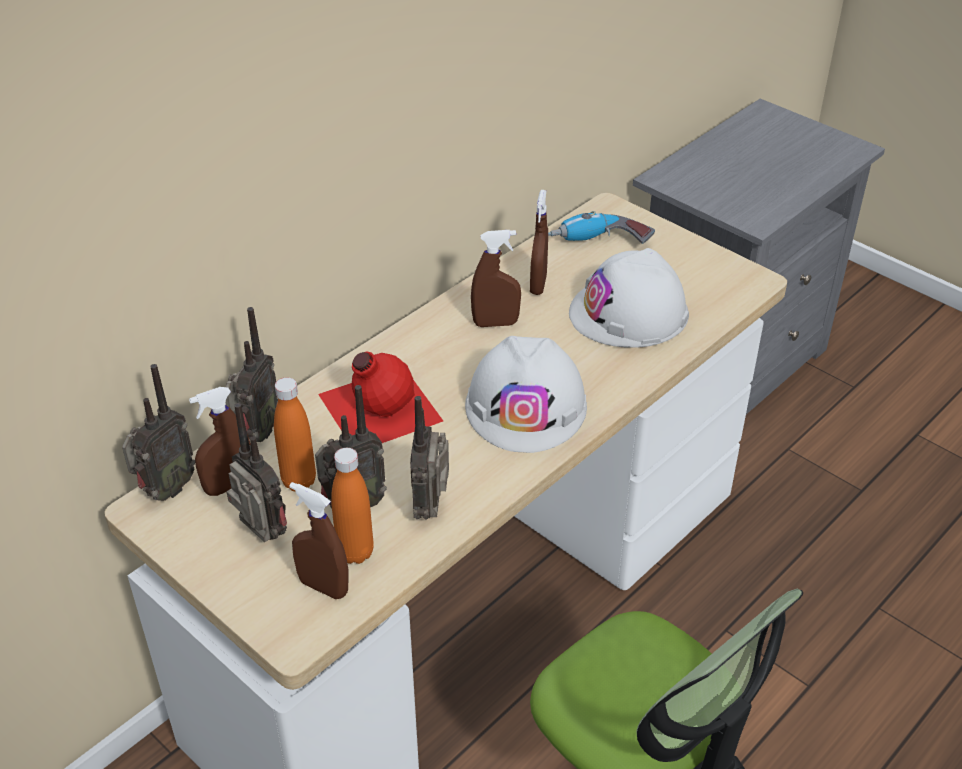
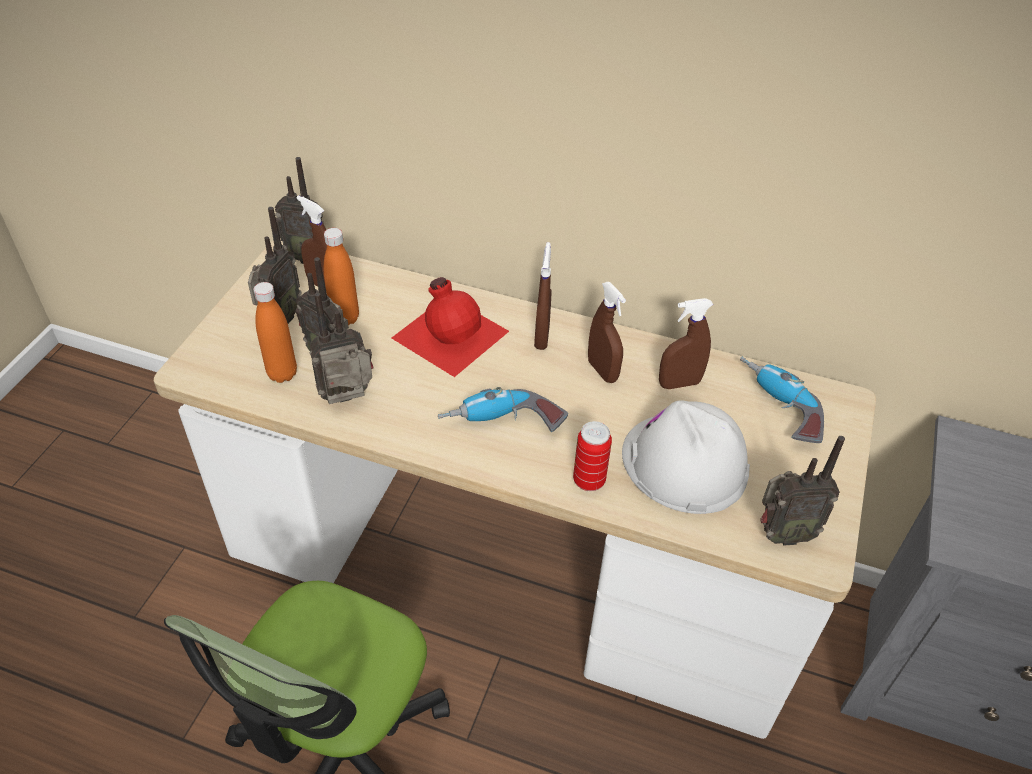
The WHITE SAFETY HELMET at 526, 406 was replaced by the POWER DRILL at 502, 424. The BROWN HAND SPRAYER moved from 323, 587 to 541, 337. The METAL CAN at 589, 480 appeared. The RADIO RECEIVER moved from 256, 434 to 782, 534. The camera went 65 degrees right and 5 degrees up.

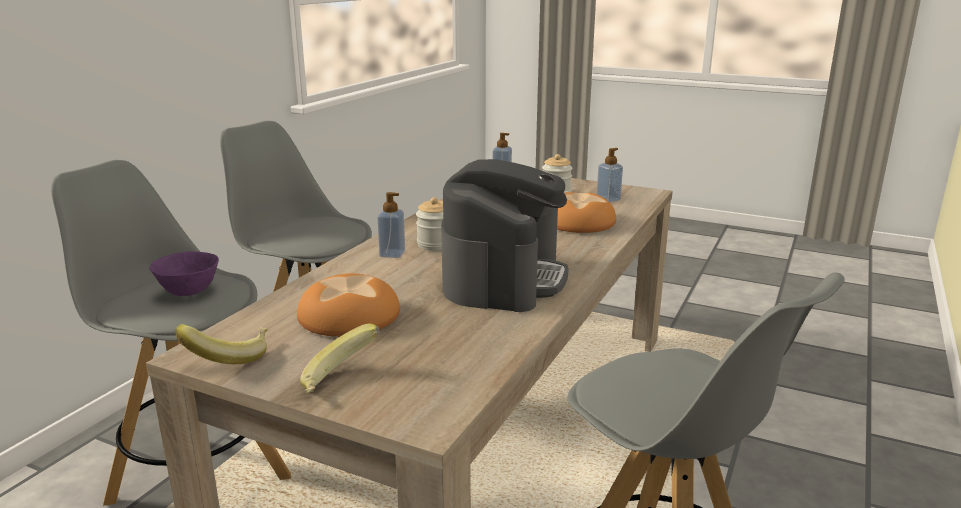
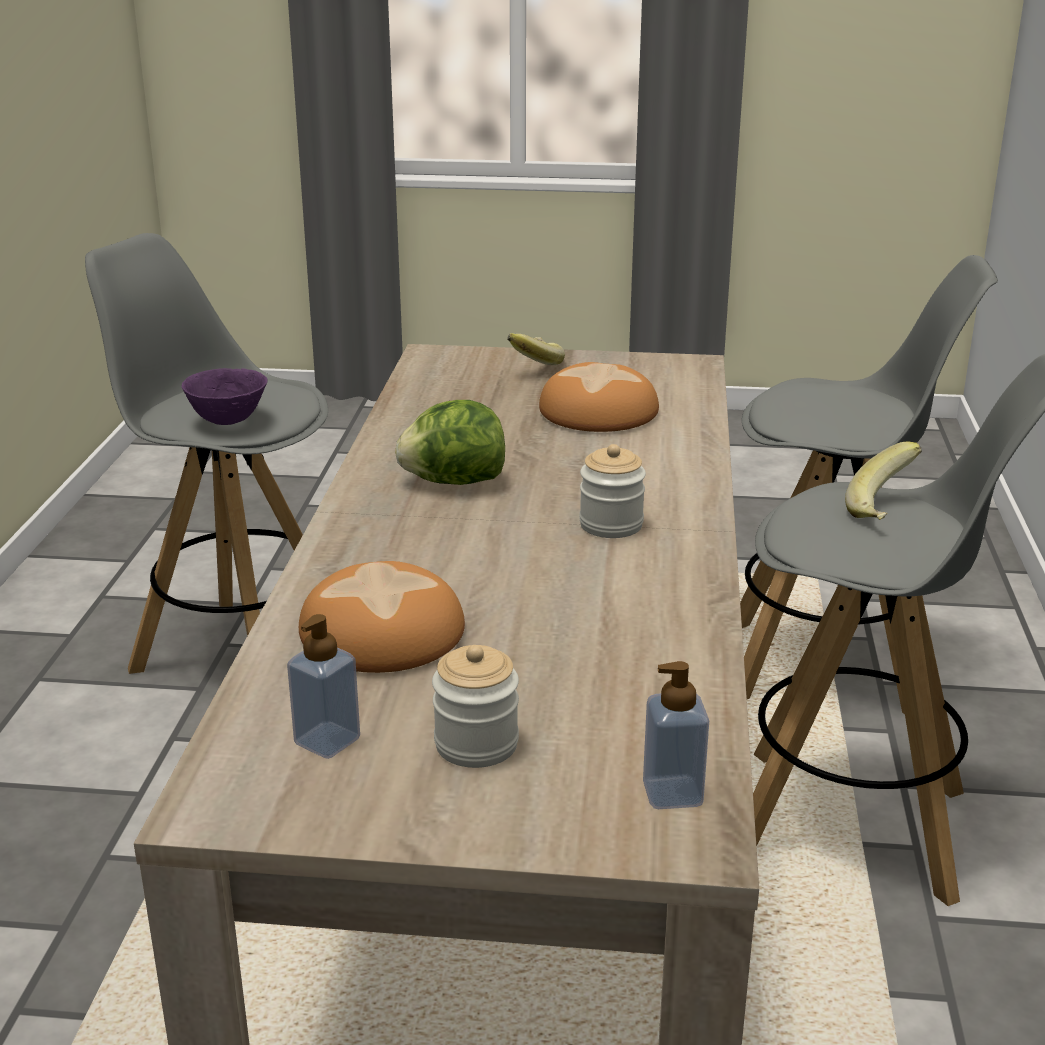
The PURPLISH BOWL moved from 189, 292 to 228, 421. The COFFEE MACHINE at 503, 278 was replaced by the HEAD OF LETTUCE at 454, 482. The BANANA FRUIT moved from 229, 357 to 885, 510. The SOAP DISPENSER at 392, 254 disappeared. The camera went 160 degrees right and 5 degrees up.

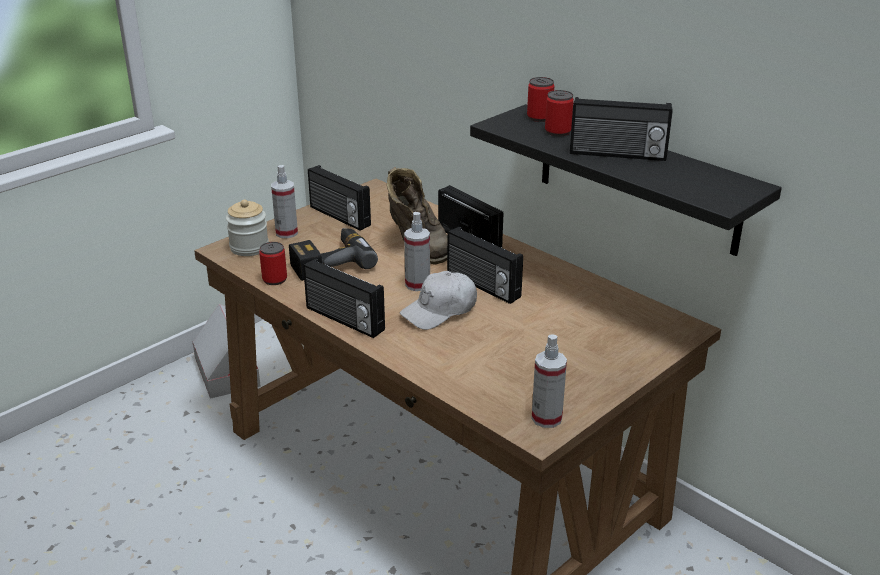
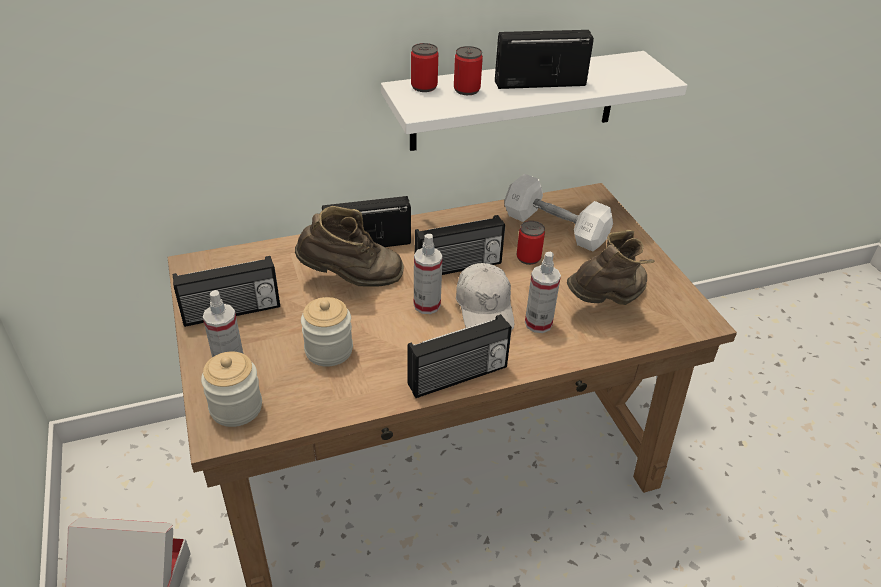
The POWER DRILL at 330, 261 was replaced by the STORAGE JAR at 329, 350. The BLACK WALL SHELF at 637, 179 became the WHITE WALL SHELF at 515, 101. The RADIO RECEIVER at 617, 154 turned 135 degrees counterclockwise. The WHITE DUMBBELL at 555, 228 appeared. The METAL CAN moved from 274, 279 to 528, 257. The HAND SPRAYER moved from 546, 418 to 538, 323. The BROWN BOOT at 607, 302 appeared. The camera went 65 degrees left and 10 degrees up.

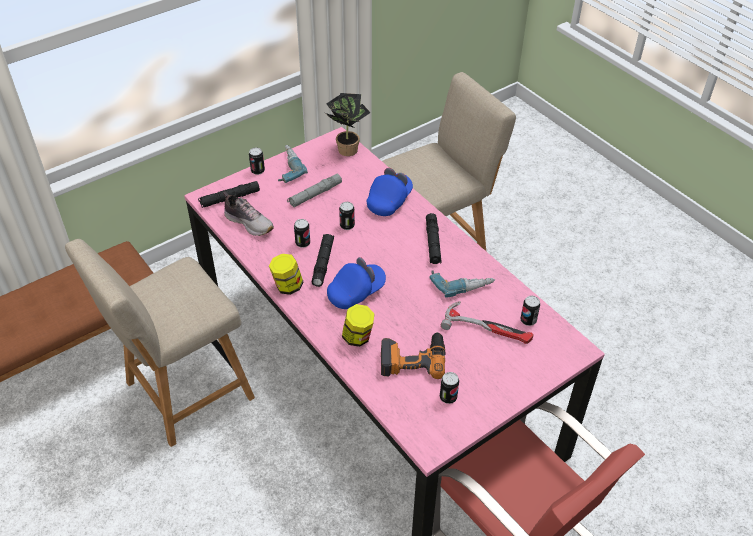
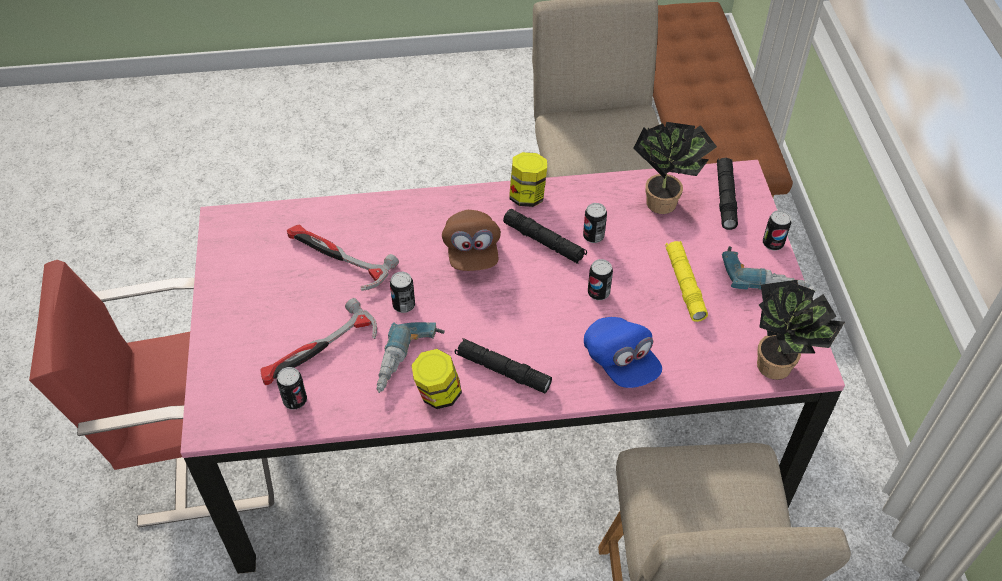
The POWER DRILL at 412, 358 was replaced by the HAMMER at 336, 258. The METAL CAN moved from 448, 397 to 404, 305. The STORAGE JAR moved from 358, 337 to 438, 394. The BLUISH CAP at 356, 292 became the BROWN CAP at 472, 252. The LOW SHOE at 249, 223 was replaced by the POTTED PLANT at 664, 200. The GRAY TORCH at 315, 194 became the YELLOW TORCH at 685, 284. The camera went 120 degrees right and 5 degrees up.

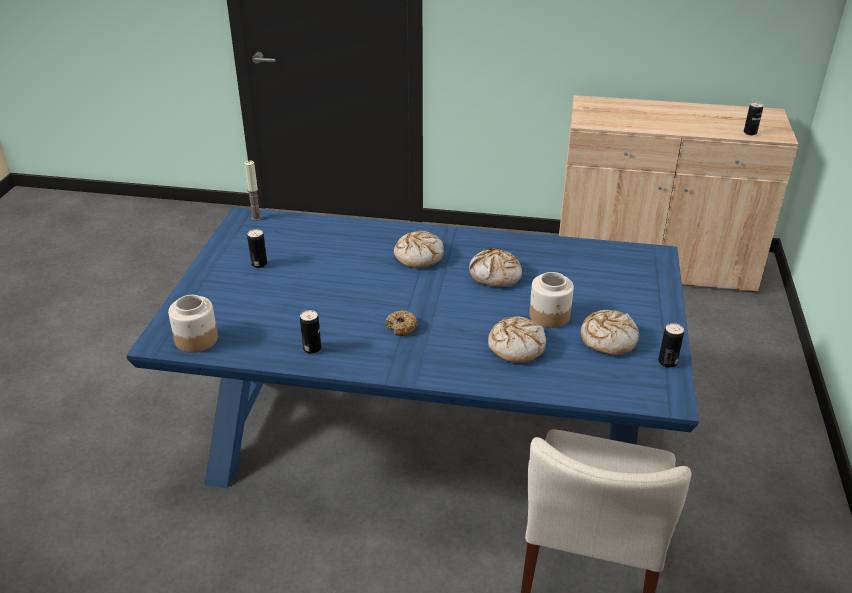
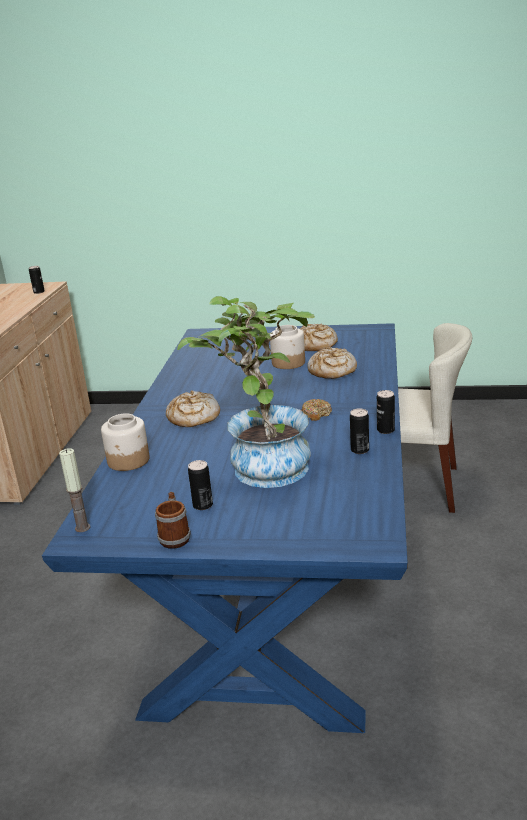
The STORAGE JAR moved from 196, 340 to 128, 461. The COFFEE MUG at 175, 536 appeared. The POTTED PLANT at 262, 464 appeared. The METAL CAN moved from 667, 362 to 385, 430. The BAKED BREAD at 495, 275 disappeared. The camera went 90 degrees left and 10 degrees down.

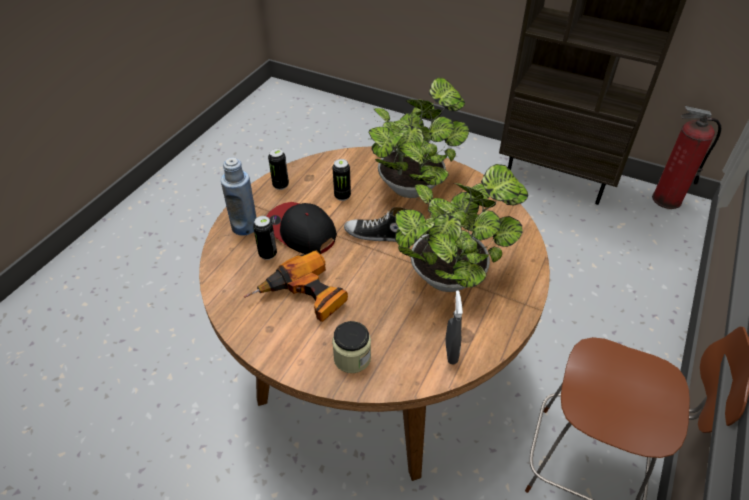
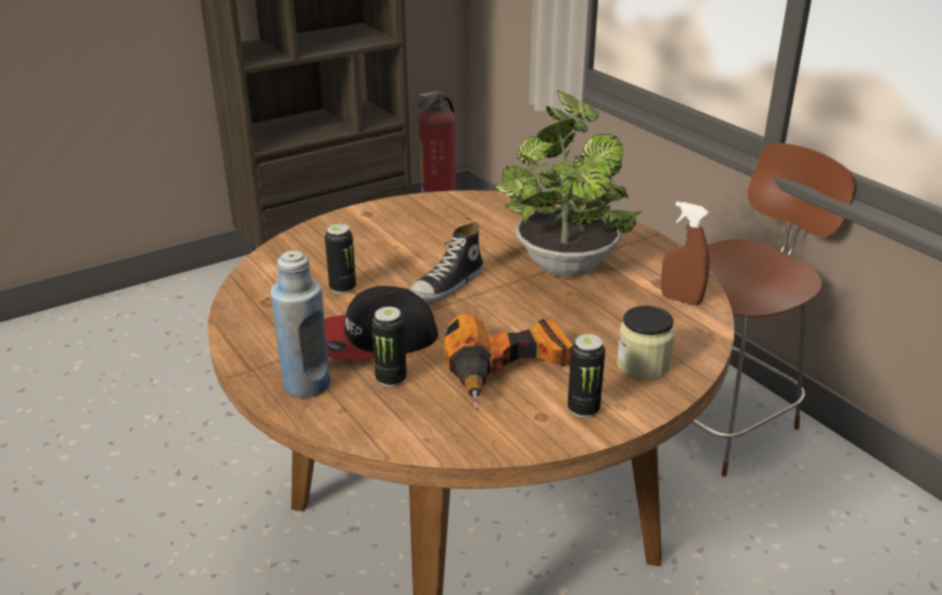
The METAL CAN moved from 280, 185 to 583, 409. The GRAY HAND SPRAYER at 451, 352 became the BROWN HAND SPRAYER at 681, 299. The POTTED PLANT at 413, 184 disappeared. The camera went 60 degrees left and 15 degrees down.

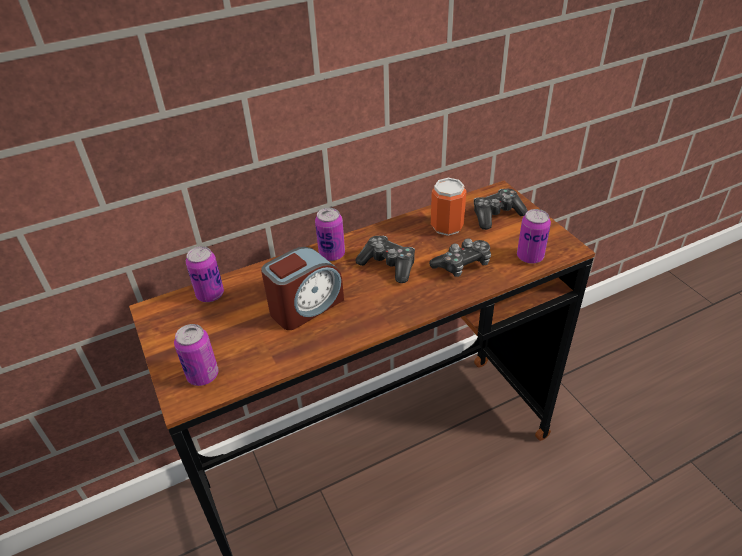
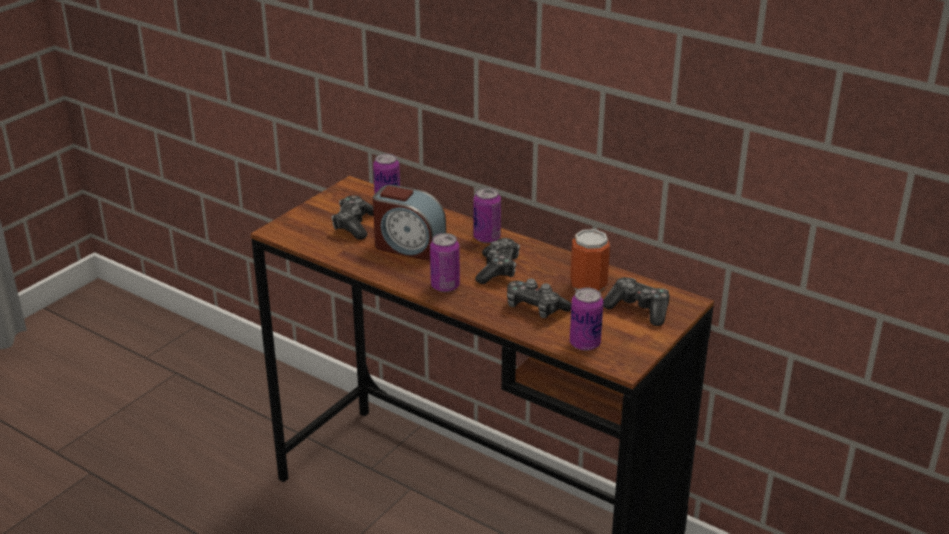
The GAMEPAD at 354, 225 appeared. The METAL CAN moved from 203, 375 to 445, 286. The camera went 60 degrees right and 10 degrees down.

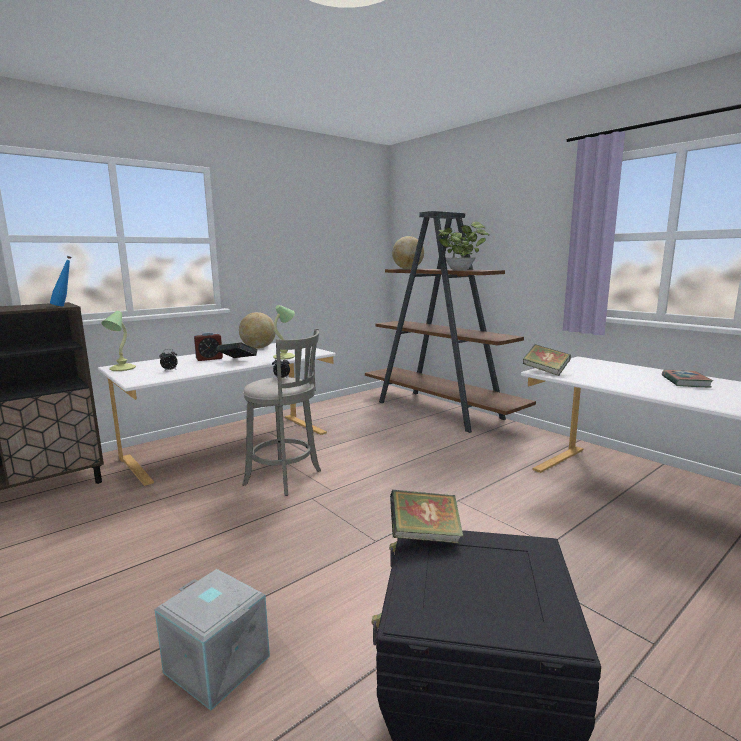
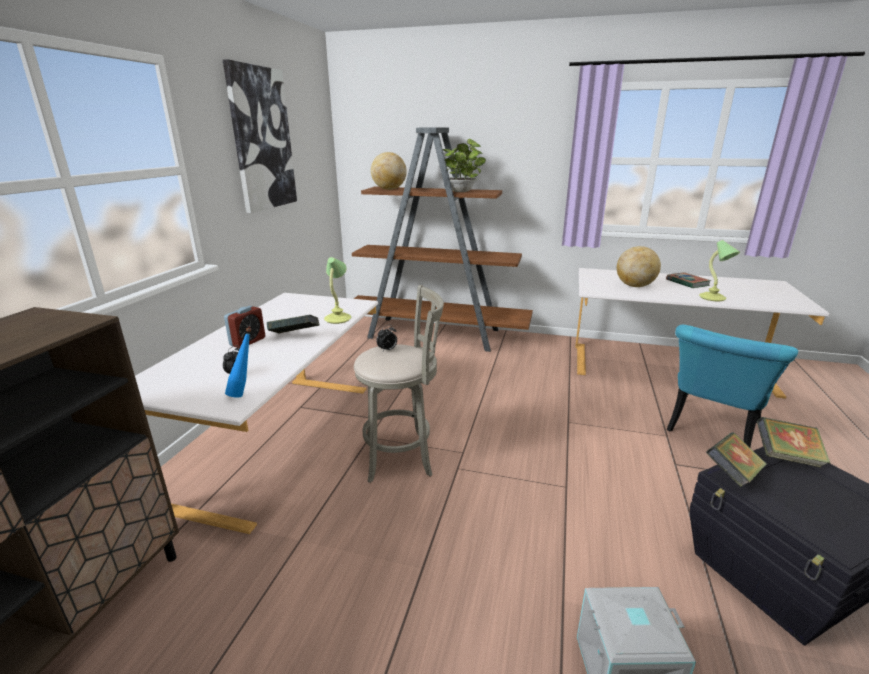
The PICTURE at 262, 139 appeared. The BLUISH BEVERAGE BOTTLE moved from 65, 306 to 244, 393. The GLOBE moved from 258, 348 to 635, 286. The TURQUOISE-COLOURED PLAIN CHAIR at 710, 431 appeared. The TABLE LAMP moved from 121, 369 to 713, 298. The BOUND BOOK moved from 545, 371 to 786, 457. The camera went 35 degrees left and 10 degrees up.

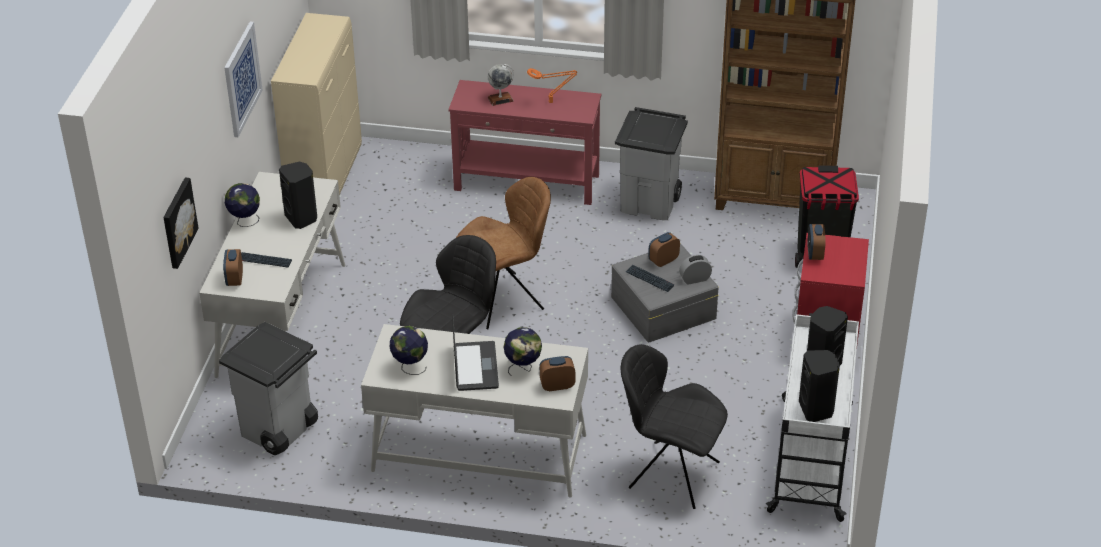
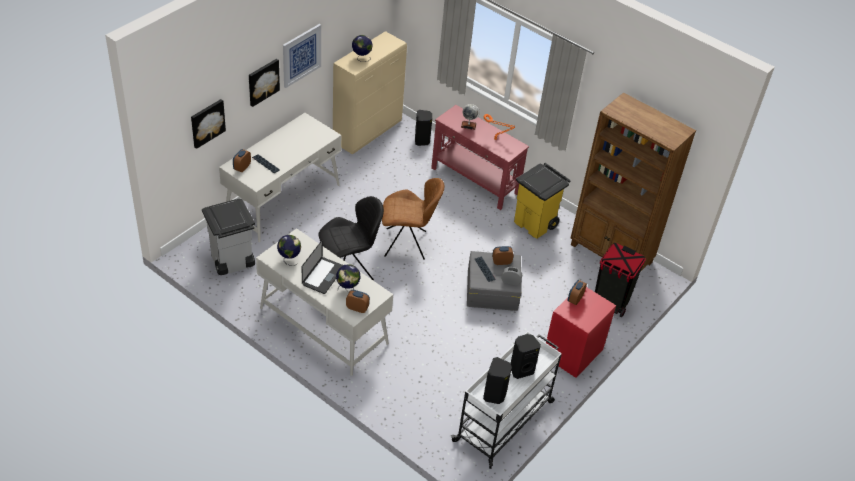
The PICTURE at 263, 81 appeared. The GLOBE moved from 245, 221 to 361, 58. The BLACK LOUDSPEAKER moved from 302, 218 to 422, 140. The GRAY TRASH CAN at 650, 203 became the YELLOW TRASH CAN at 535, 224. The BLACK PLAIN CHAIR at 670, 474 disappeared. The camera went 25 degrees right and 5 degrees up.

